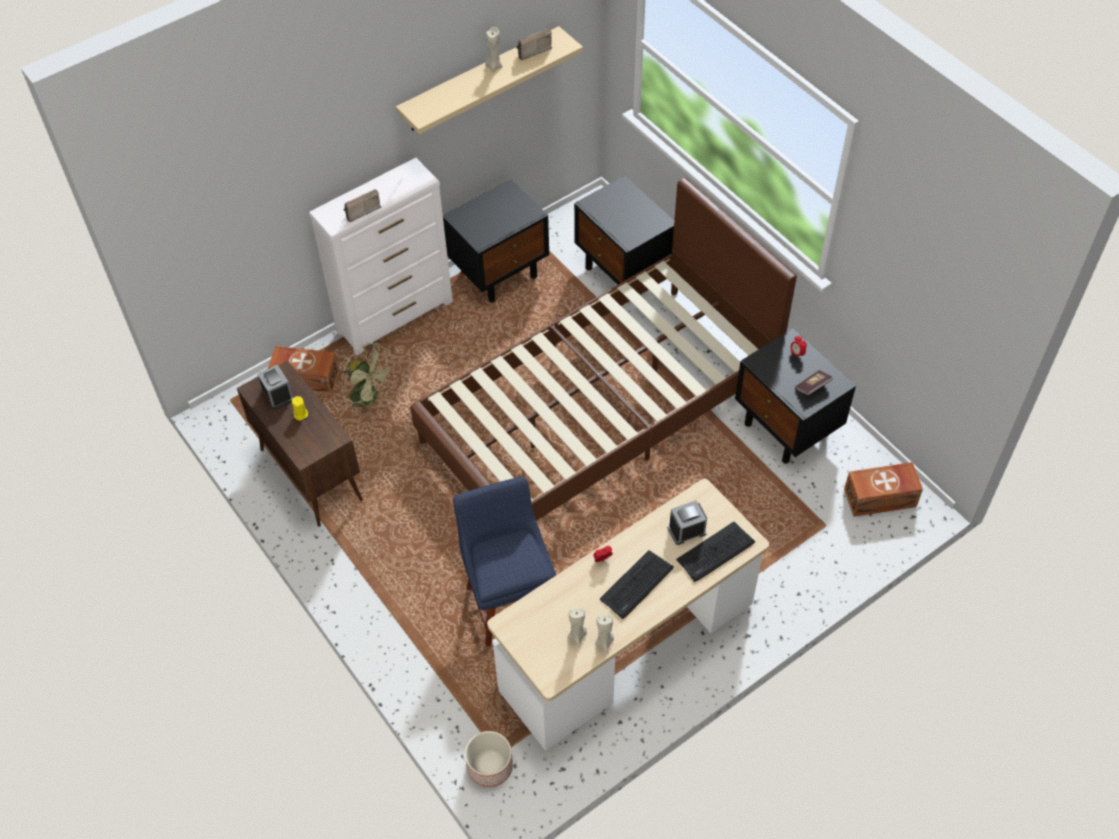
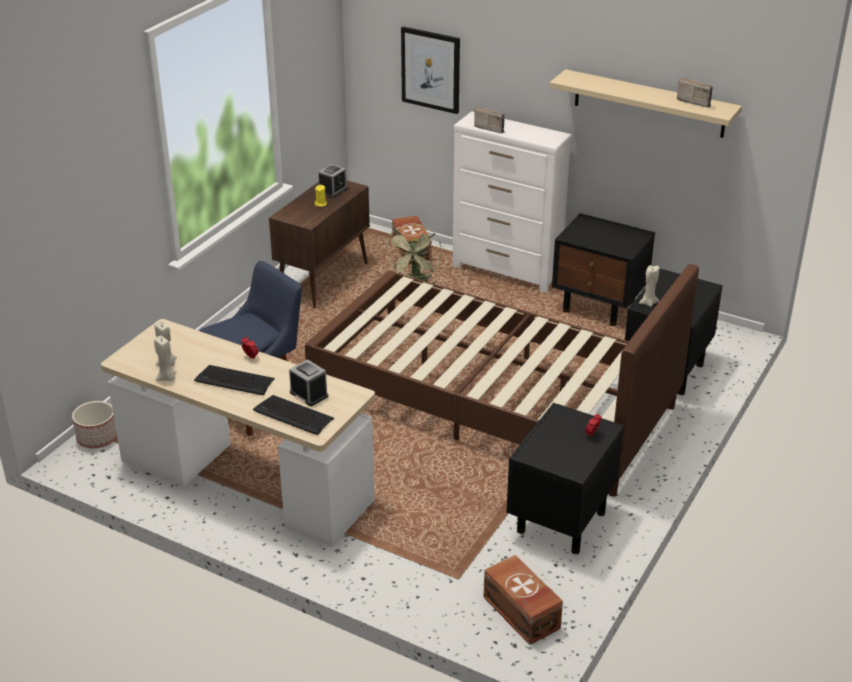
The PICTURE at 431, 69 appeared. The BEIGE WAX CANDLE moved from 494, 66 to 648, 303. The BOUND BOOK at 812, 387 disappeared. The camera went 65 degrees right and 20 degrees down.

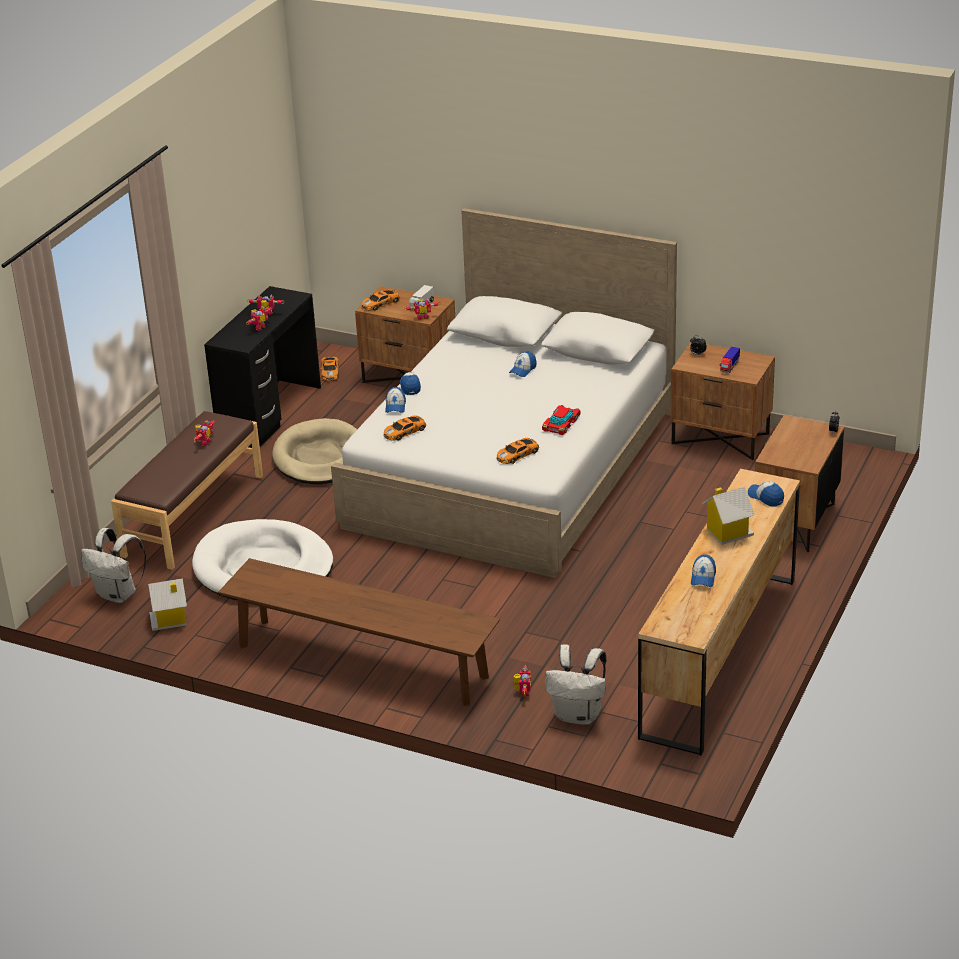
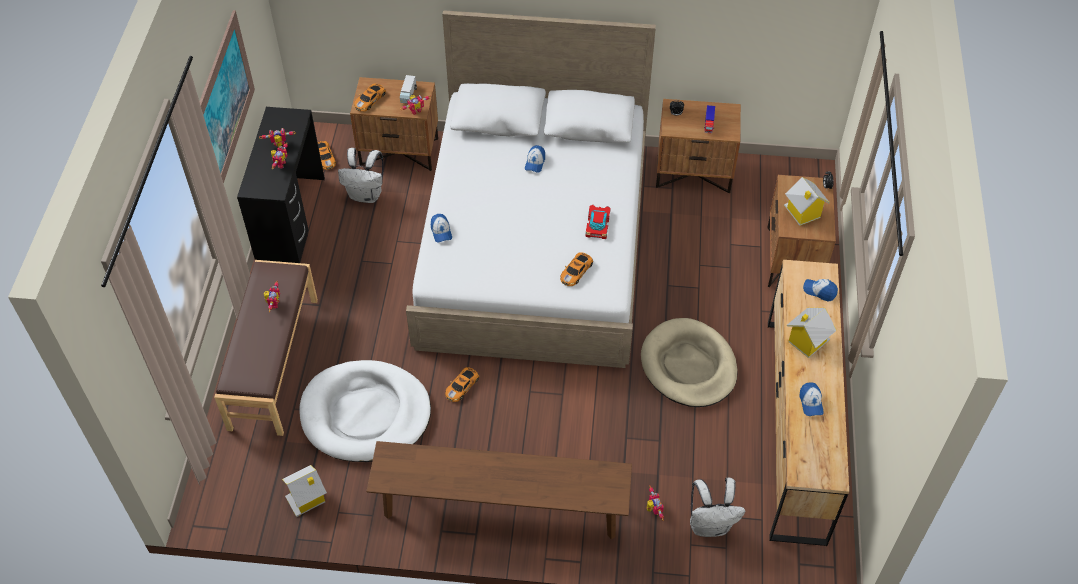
The PICTURE at 224, 102 appeared. The WHITE BACKPACK moved from 118, 594 to 366, 195. The TOY CAR moved from 405, 431 to 462, 386. The BEIGE DOG CUSHION moved from 320, 457 to 688, 366. The TOY HOUSE at 802, 213 appeared. The CAP at 410, 386 disappeared. The camera went 20 degrees left and 20 degrees up.

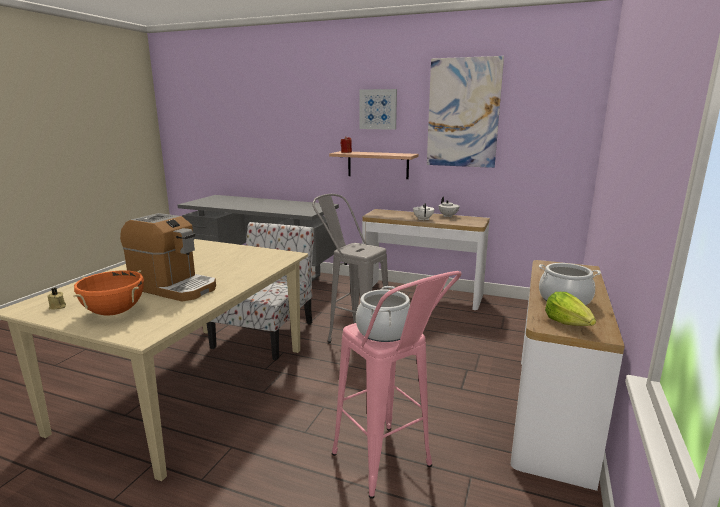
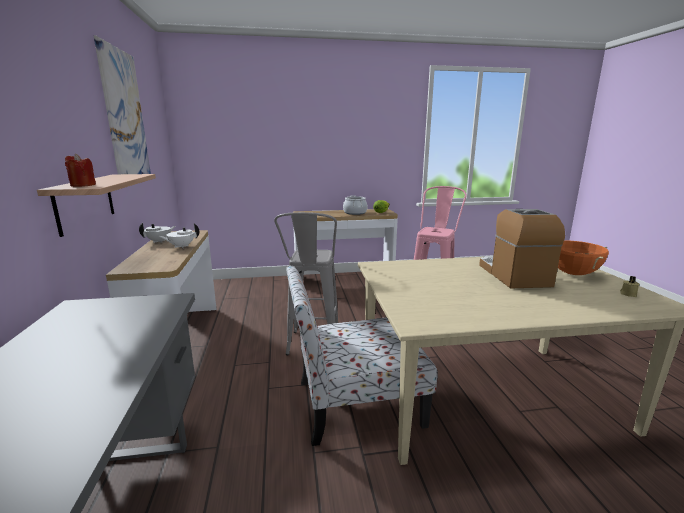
The COOKING POT at 384, 331 disappeared. The PICTURE at 378, 109 disappeared. The camera went 120 degrees left and 0 degrees up.

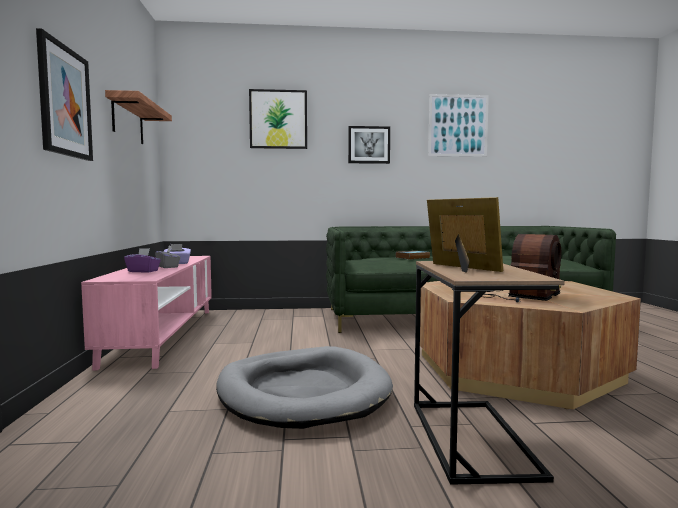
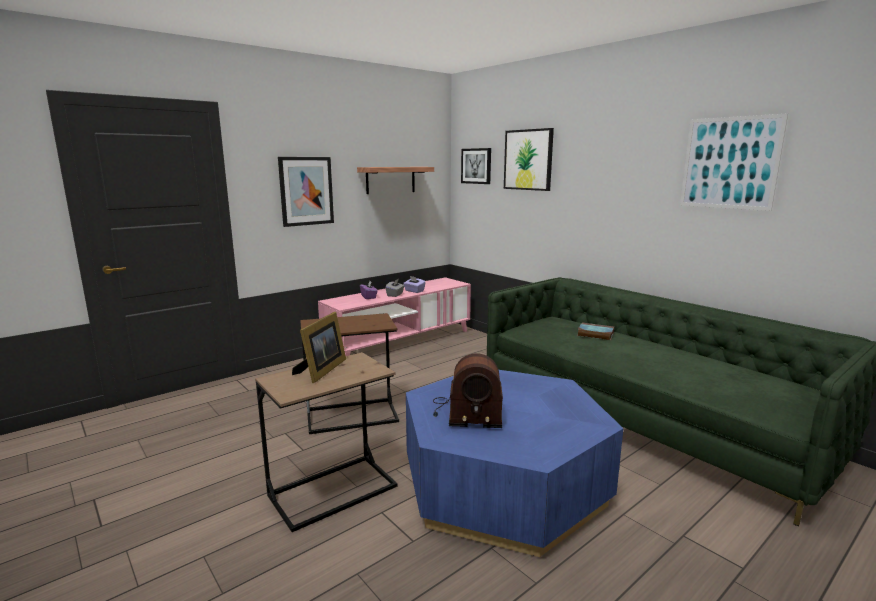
The GRAY DOG CUSHION at 302, 392 was replaced by the BROWN ACCENT TABLE at 352, 416. The BROWN COFFEE TABLE at 515, 369 became the BLUISH COFFEE TABLE at 504, 484. The PICTURE moved from 369, 145 to 476, 166. The camera went 55 degrees right and 10 degrees up.

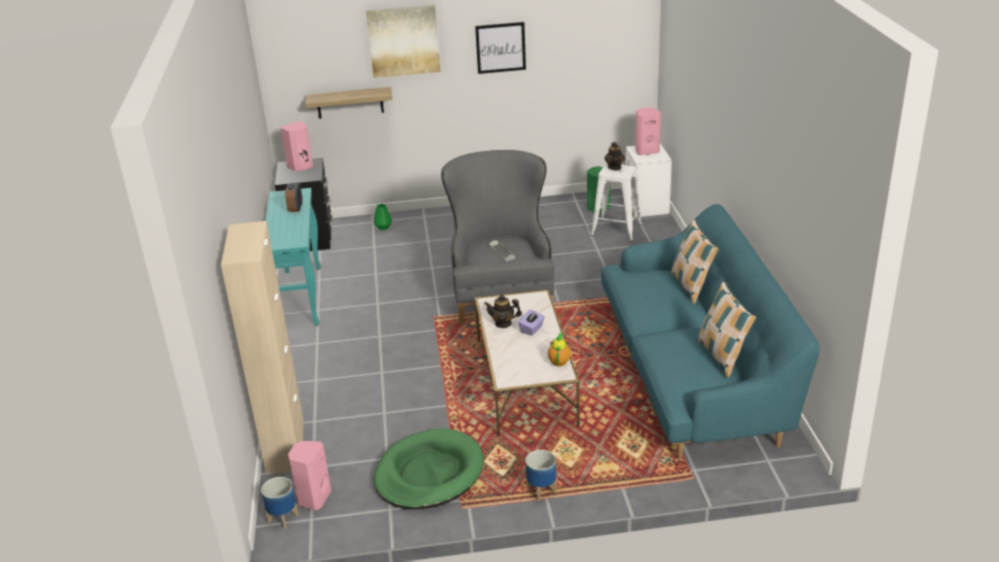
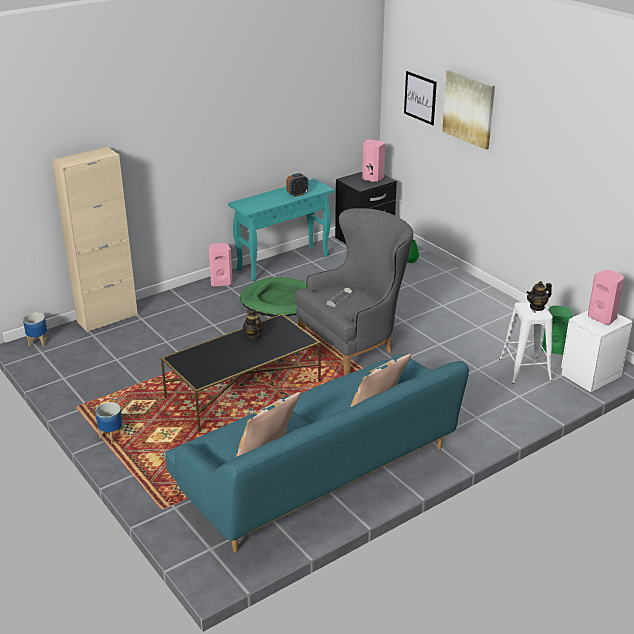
The WHITE COFFEE TABLE at 525, 381 became the BLACK COFFEE TABLE at 243, 389. The PINK LOUDSPEAKER moved from 313, 498 to 221, 282. The GREEN-COLOURED DOG CUSHION moved from 429, 473 to 278, 301. The PICTURE moved from 500, 47 to 420, 97. The WALL SHELF at 350, 103 disappeared. The PURPLISH TISSUE BOX at 532, 329 disappeared. The TEAPOT at 559, 361 disappeared. The camera went 60 degrees right and 0 degrees up.

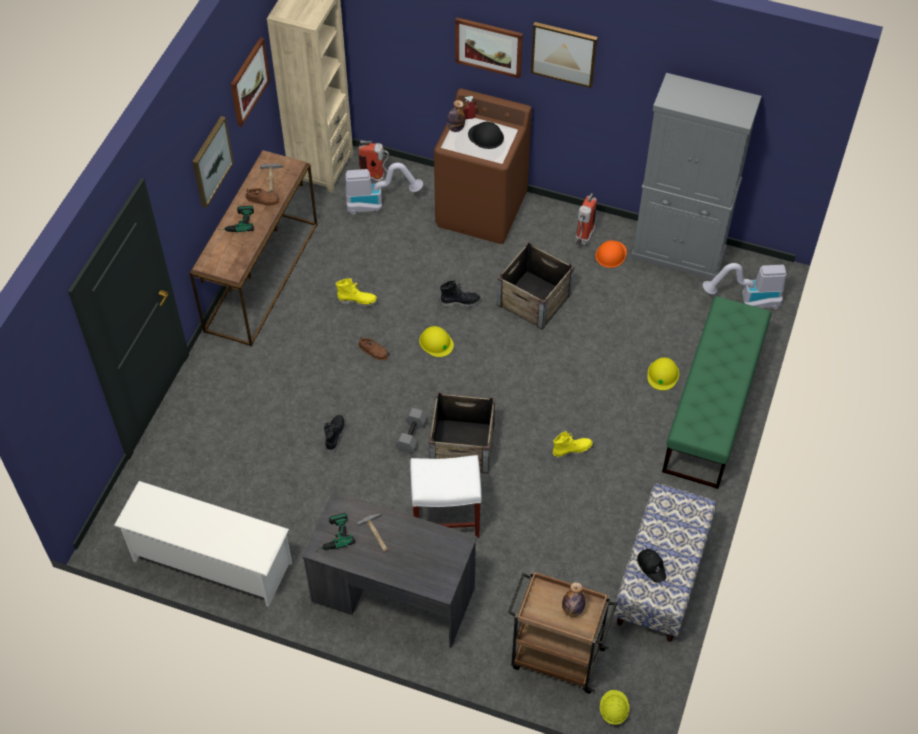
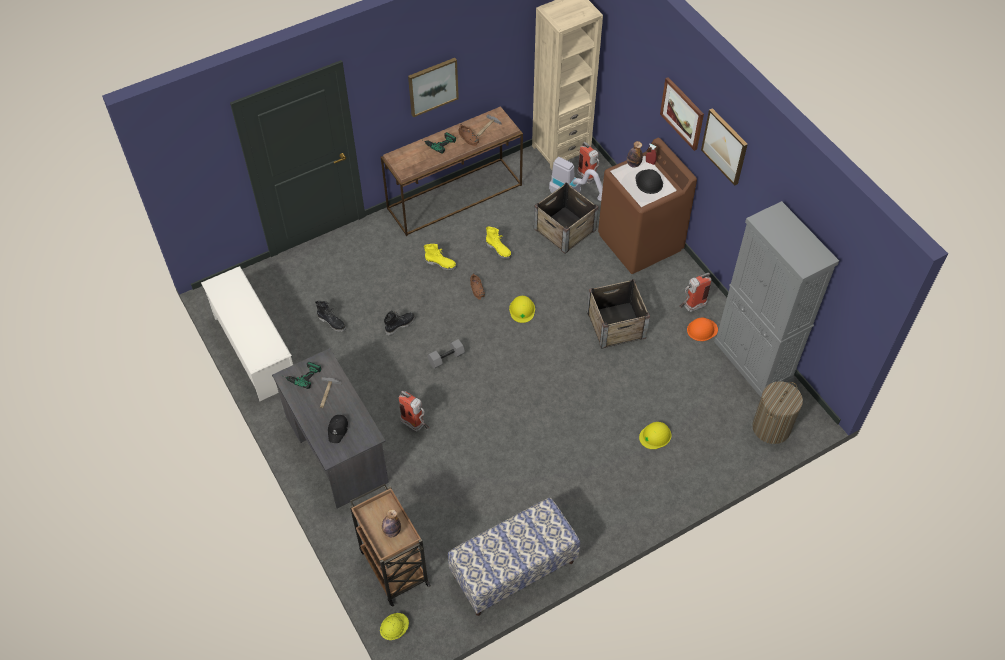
The BLACK BOOT moved from 460, 301 to 332, 323. The BLACK CAP moved from 652, 566 to 338, 430. The WHITE STOOL at 446, 517 was replaced by the EXTINGUISHER at 416, 426. The YELLOW BOOT moved from 572, 450 to 441, 263. The CRATE moved from 461, 446 to 564, 229. The VACUUM CLEANER at 746, 301 was replaced by the WASHING BASKET at 771, 427. The PICTURE at 248, 81 disappeared. The GREEN-COLOURED BENCH at 712, 407 disappeared. The camera went 40 degrees right and 0 degrees up.

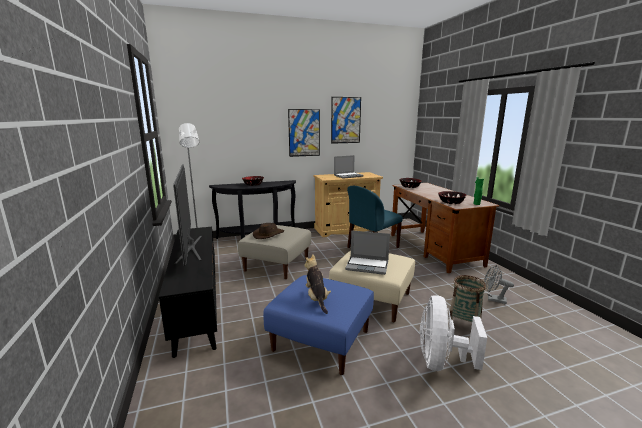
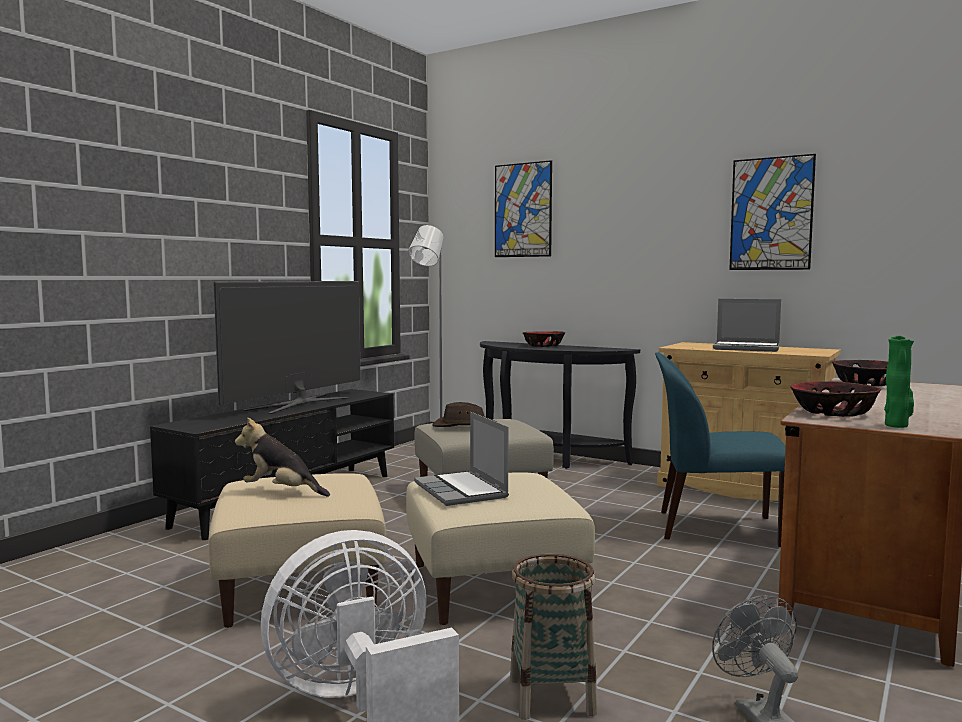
The BLUISH OTTOMAN at 322, 340 became the BEIGE OTTOMAN at 301, 587. The SOFT TOY at 316, 298 turned 105 degrees counterclockwise. The PICTURE moved from 304, 133 to 523, 210. The camera went 50 degrees right and 10 degrees down.

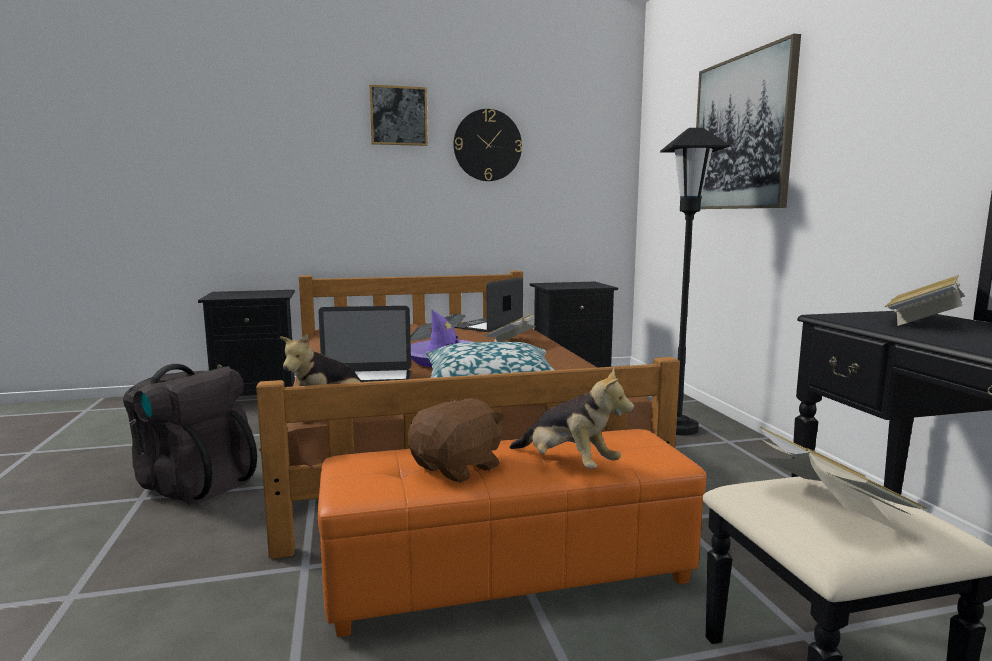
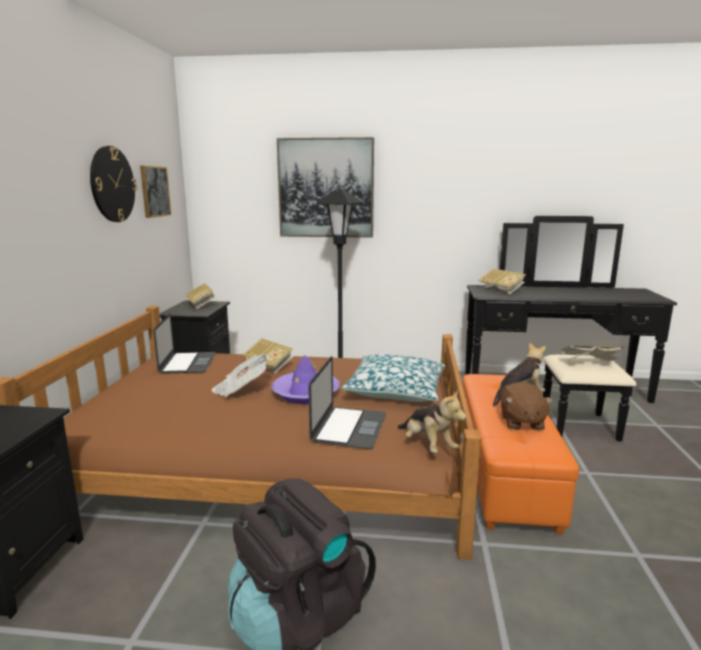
The PICTURE moved from 399, 116 to 154, 191. The NOTEBOOK COMPUTER at 487, 325 turned 150 degrees counterclockwise. The BOUND BOOK at 201, 304 appeared. The BROWN SOFT TOY at 458, 468 turned 150 degrees counterclockwise. The camera went 70 degrees left and 5 degrees up.

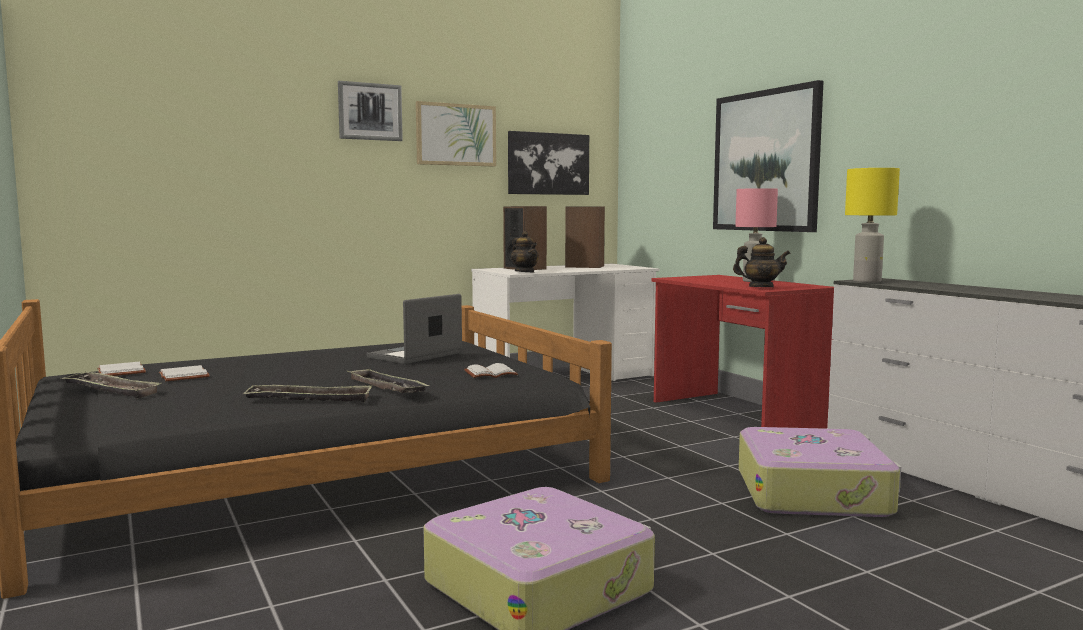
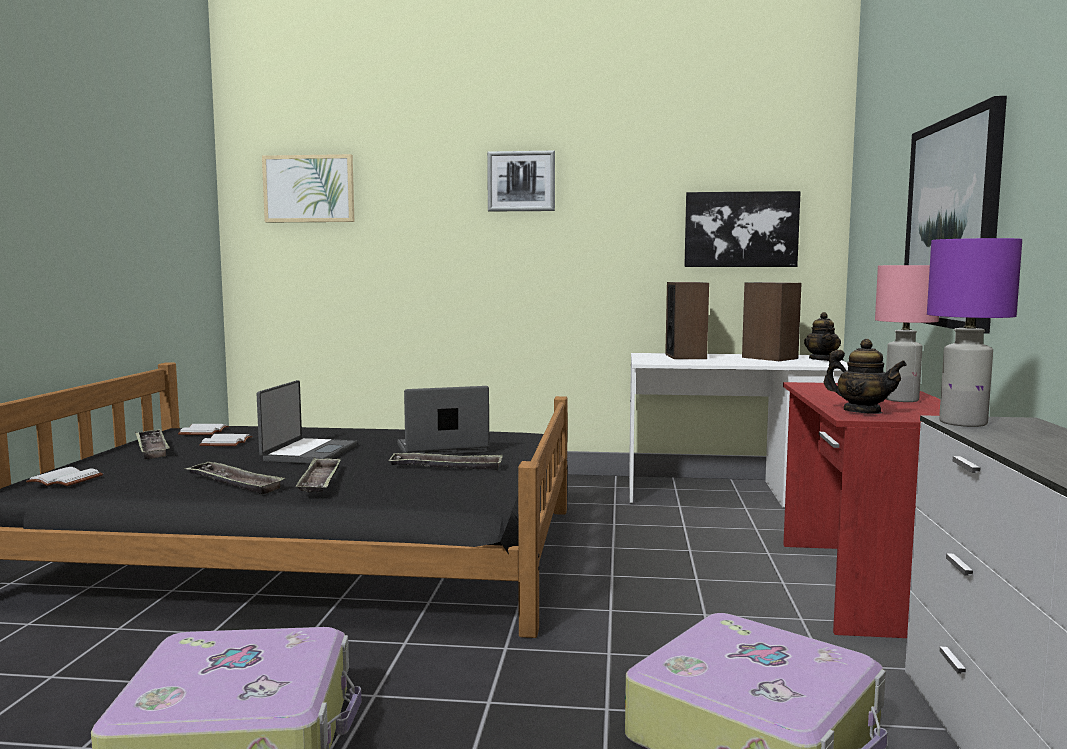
The WHITE BOUND BOOK moved from 491, 373 to 67, 479. The NOTEBOOK COMPUTER at 308, 453 appeared. The PICTURE moved from 456, 135 to 309, 189. The TRAY at 446, 467 appeared. The TEAPOT moved from 525, 272 to 821, 360. The YELLOW TABLE LAMP at 867, 281 became the PURPLISH TABLE LAMP at 963, 423. The camera went 35 degrees right and 0 degrees up.

